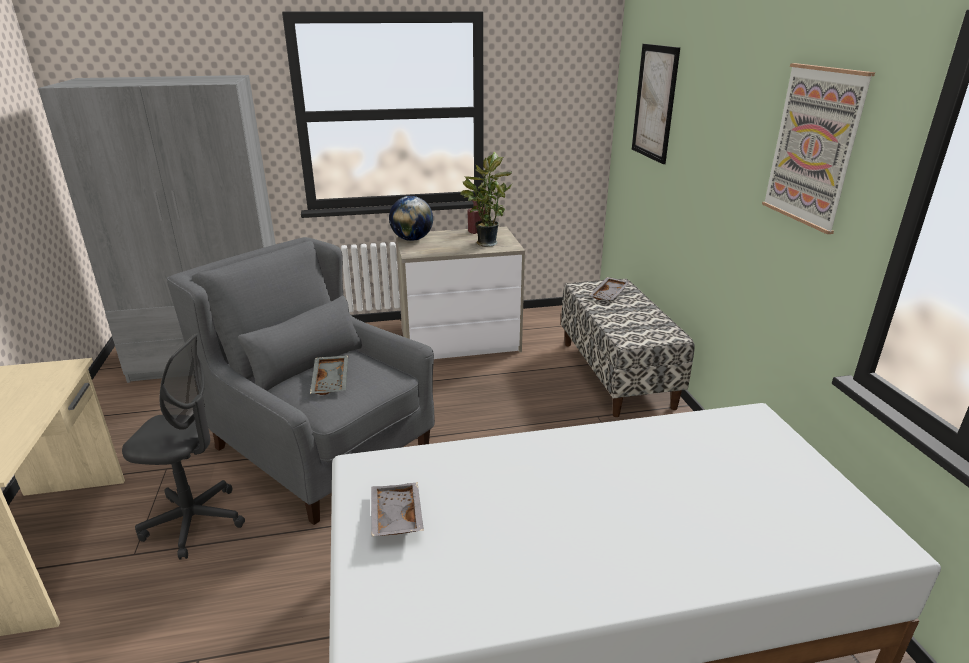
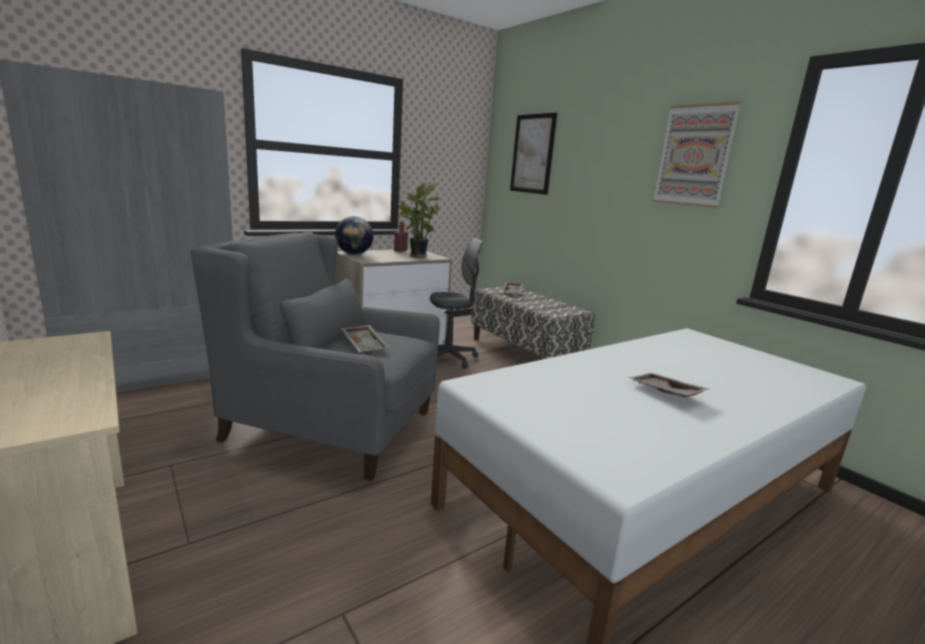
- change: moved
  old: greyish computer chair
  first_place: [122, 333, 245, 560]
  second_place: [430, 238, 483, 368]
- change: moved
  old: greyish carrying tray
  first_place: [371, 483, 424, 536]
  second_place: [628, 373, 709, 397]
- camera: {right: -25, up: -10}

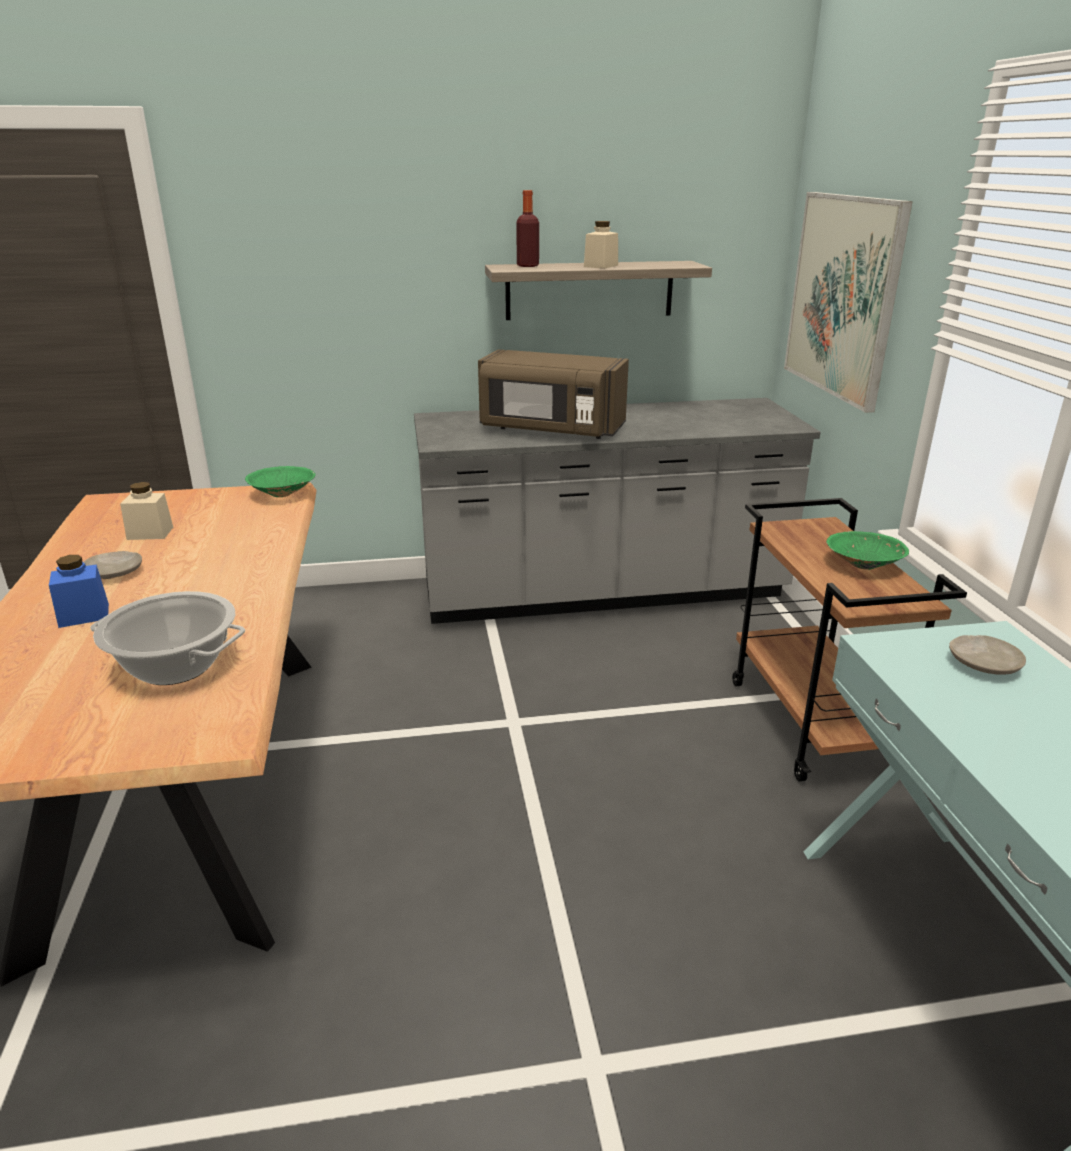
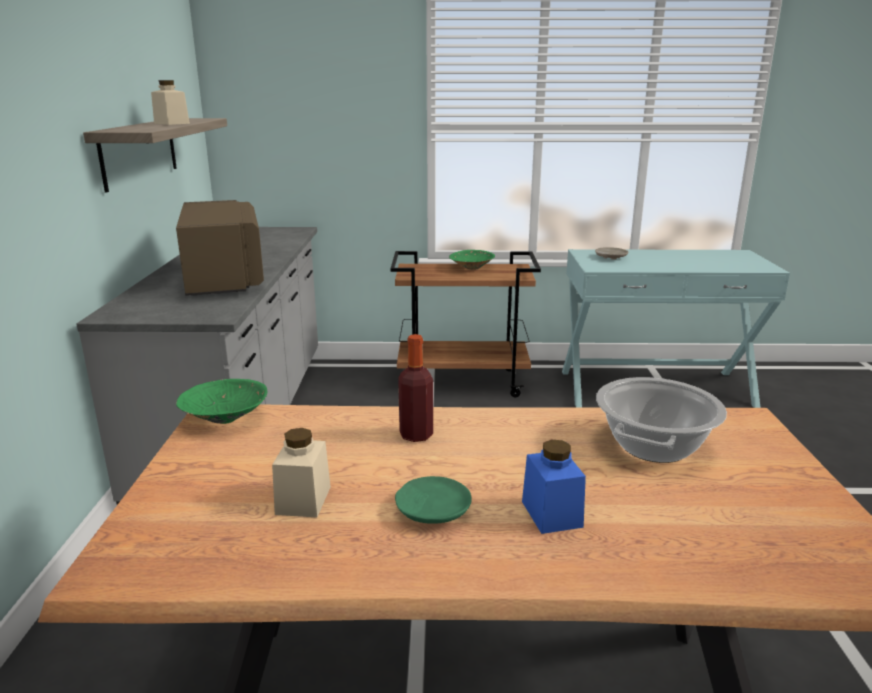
- change: recoloured
  old: beige plate
  new: greenish plate
  first_place: [84, 551, 142, 579]
  second_place: [395, 476, 472, 524]
- change: turned
  old: brownish microwave oven
  first_place: [478, 349, 629, 439]
  second_place: [176, 200, 264, 296]
  degrees: -45
- change: moved
  old: drink bottle
  first_place: [516, 190, 539, 267]
  second_place: [398, 334, 433, 442]
- change: removed
  old: wall picture
  first_place: [784, 192, 913, 413]
- camera: {right: -80, up: -5}

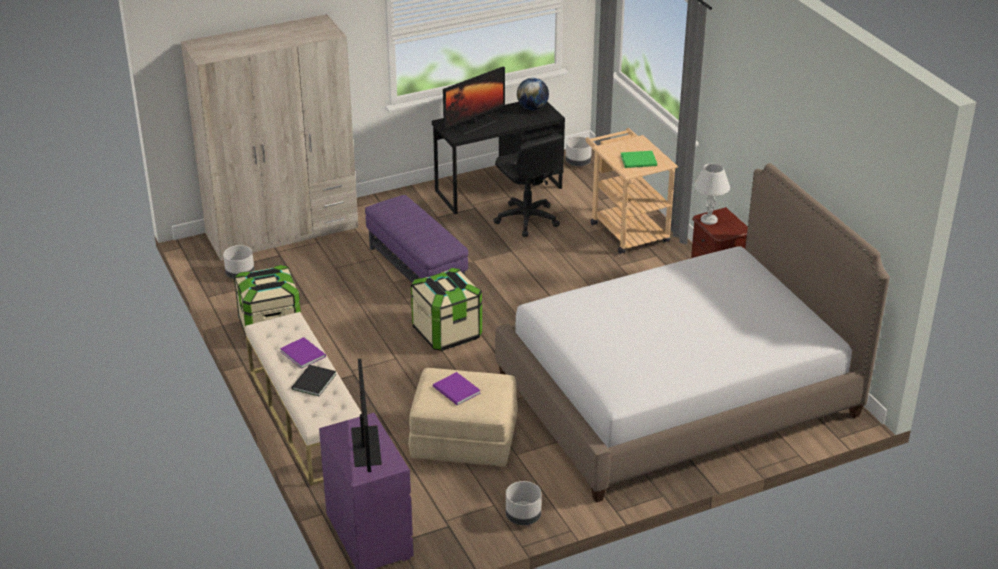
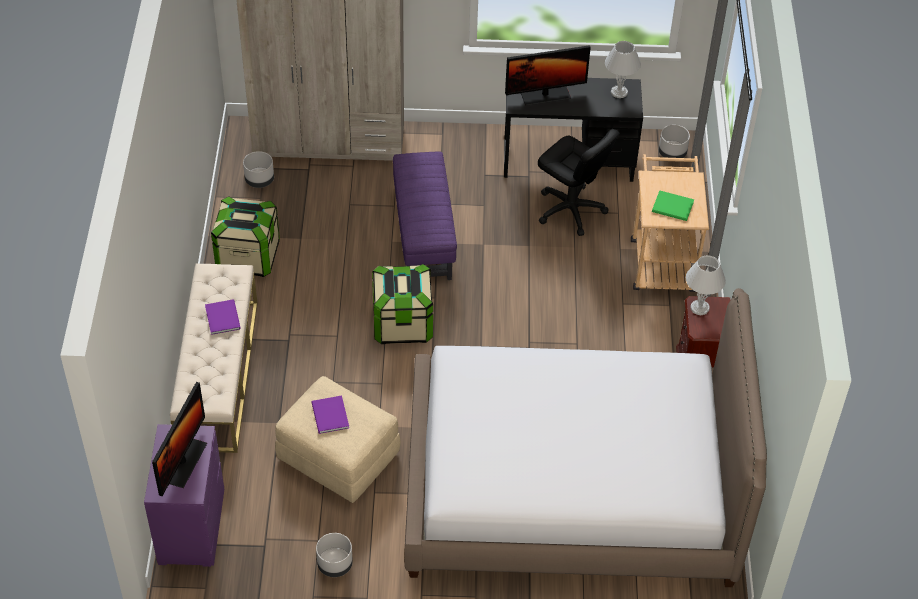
- change: removed
  old: blackish book
  first_place: [292, 365, 336, 396]
- change: turned
  old: blackish computer chair
  first_place: [494, 133, 564, 237]
  second_place: [538, 129, 620, 236]
  degrees: -45
- change: replaced
  old: globe
  new: white-coloured tabletop lamp
  first_place: [517, 78, 549, 110]
  second_place: [605, 41, 641, 98]
- camera: {right: 25, up: 15}

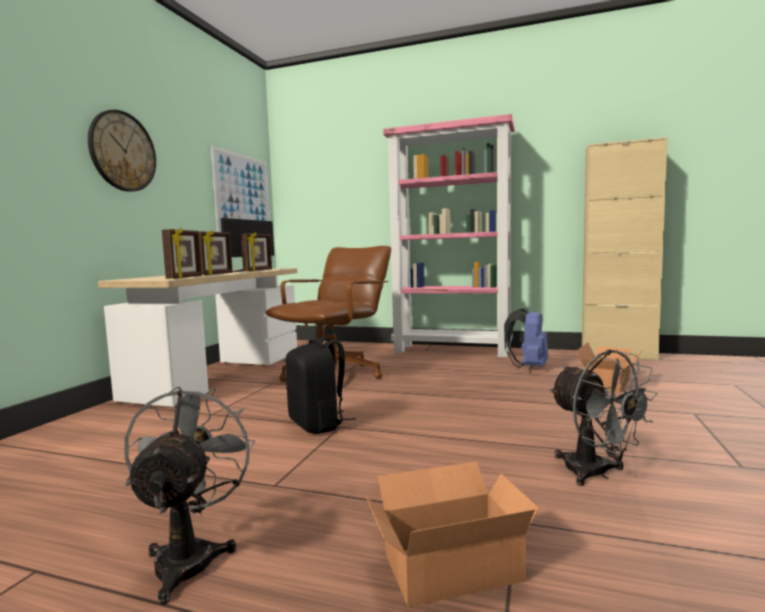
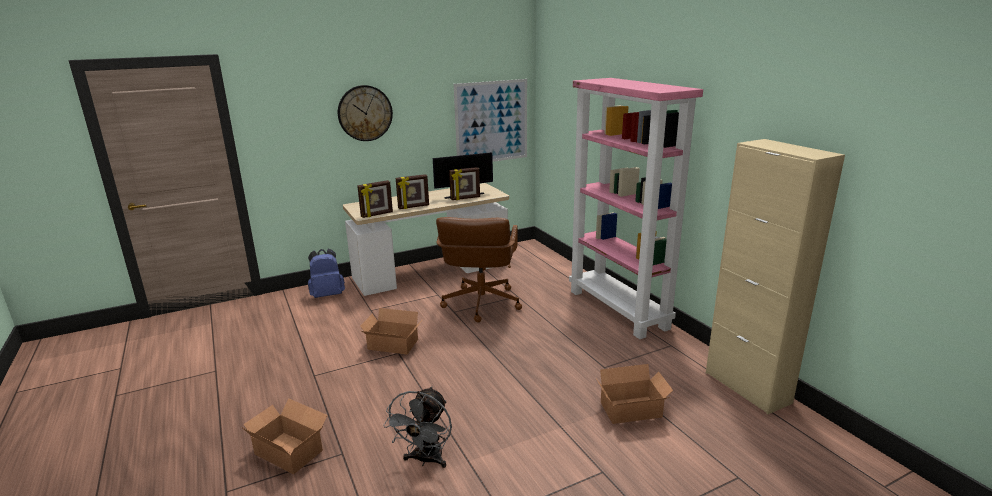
- change: removed
  old: greyish electric fan
  first_place: [124, 386, 255, 605]
- change: turned
  old: brownish computer chair
  first_place: [266, 246, 391, 382]
  second_place: [436, 217, 522, 322]
  degrees: 105
- change: replaced
  old: blackish rucksack
  new: carton
  first_place: [286, 337, 356, 434]
  second_place: [360, 308, 421, 355]
- change: moved
  old: blue-coloured rucksack
  first_place: [504, 307, 548, 368]
  second_place: [308, 249, 345, 298]
- camera: {right: 45, up: 15}

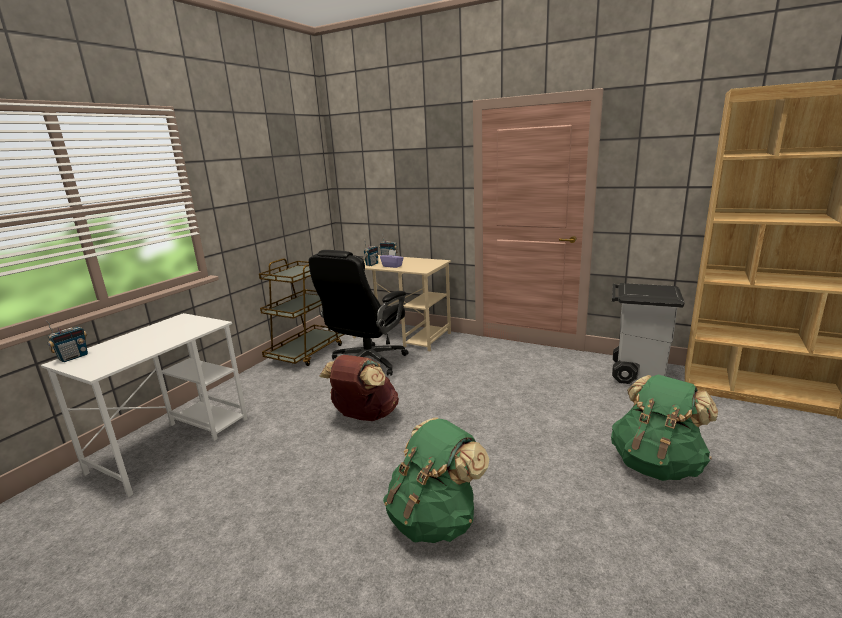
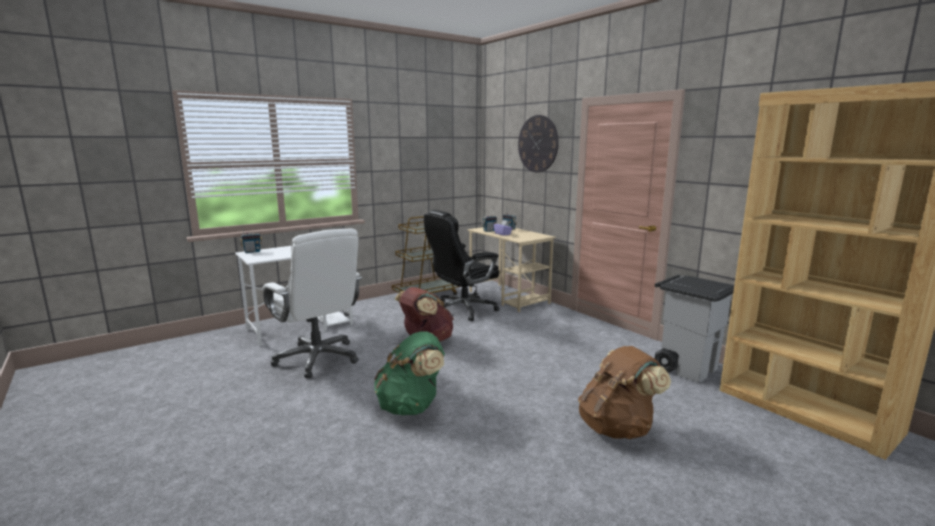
- change: recoloured
  old: greenish rucksack
  new: brownish rucksack
  first_place: [611, 374, 718, 481]
  second_place: [578, 346, 671, 439]
- change: added
  new: white-coloured computer chair
  second_place: [262, 228, 362, 378]
- change: added
  new: hanging clock
  second_place: [518, 115, 559, 172]
- camera: {right: 25, up: -5}

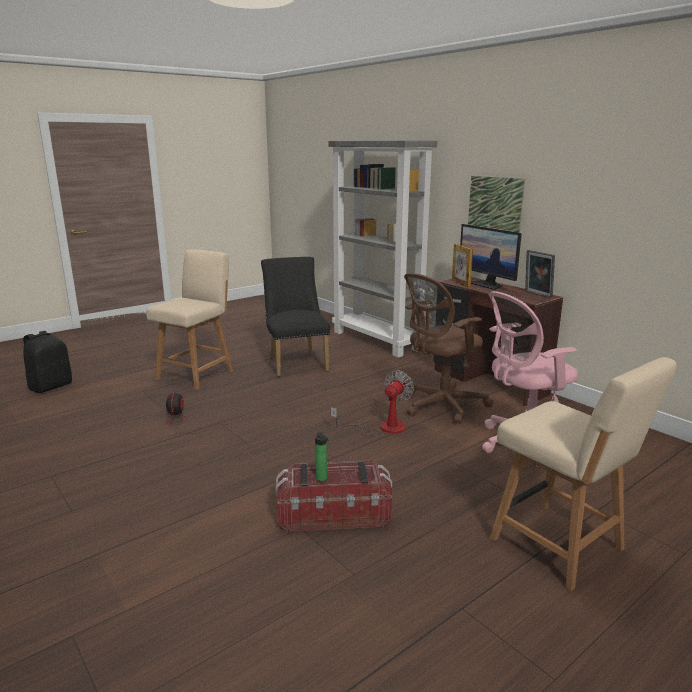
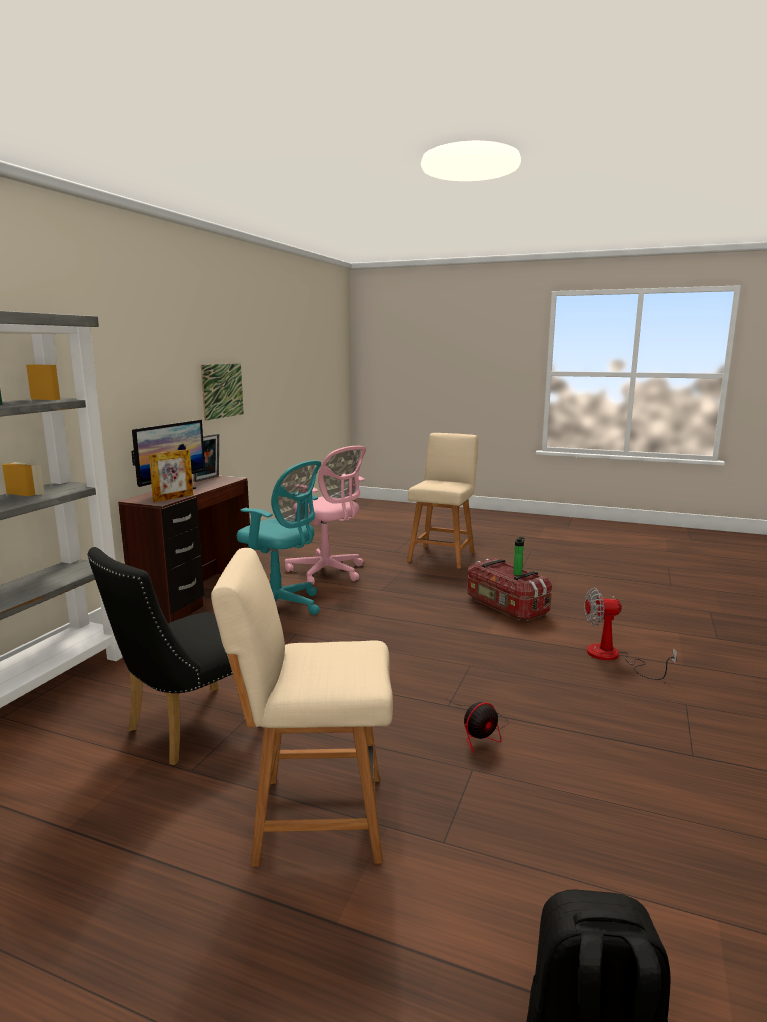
- change: moved
  old: electric fan
  first_place: [331, 370, 414, 435]
  second_place: [584, 588, 677, 680]
- change: recoloured
  old: brownish computer chair
  new: turquoise computer chair
  first_place: [404, 273, 494, 424]
  second_place: [237, 460, 321, 615]
- change: moved
  old: wall picture
  first_place: [468, 176, 525, 233]
  second_place: [201, 363, 244, 421]
- camera: {right: -120, up: -5}

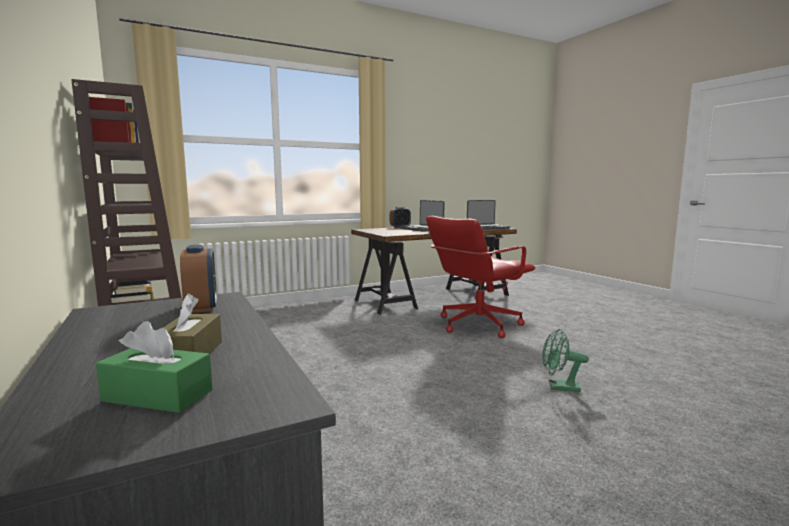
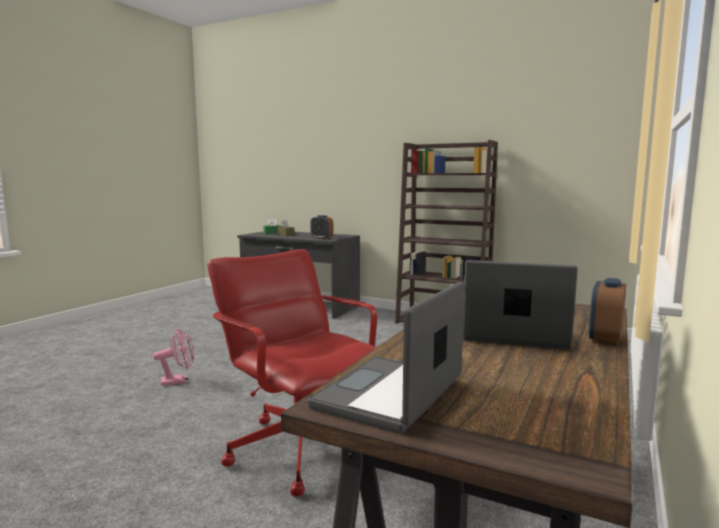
- change: turned
  old: reddish computer chair
  first_place: [426, 216, 535, 338]
  second_place: [208, 249, 377, 497]
  degrees: -60
- change: recoloured
  old: greenish electric fan
  new: pinkish electric fan
  first_place: [542, 329, 589, 392]
  second_place: [153, 329, 194, 386]
- camera: {right: 145, up: 0}

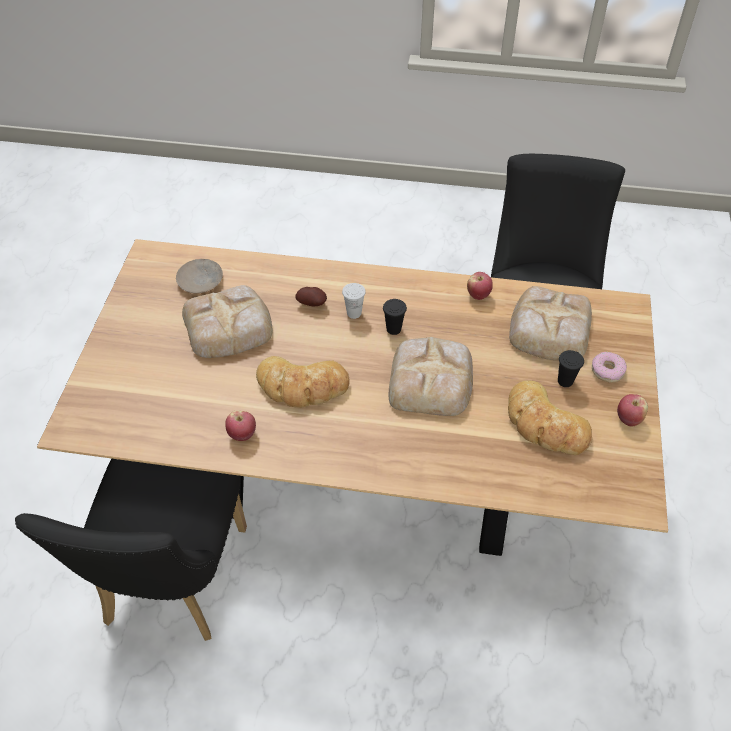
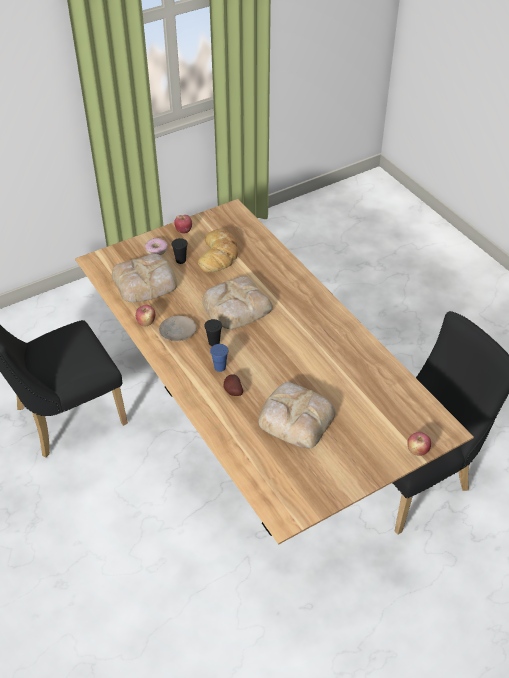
- change: moved
  old: beige plate
  first_place: [176, 259, 223, 293]
  second_place: [159, 315, 196, 341]
- change: moved
  old: apple fruit
  first_place: [225, 410, 256, 441]
  second_place: [407, 432, 431, 456]
- change: removed
  old: baked bread
  first_place: [256, 356, 350, 408]
- change: recoloured
  old: white-coloured cup
  new: blue-coloured cup
  first_place: [342, 283, 366, 319]
  second_place: [210, 344, 229, 372]
- camera: {right: -130, up: -5}

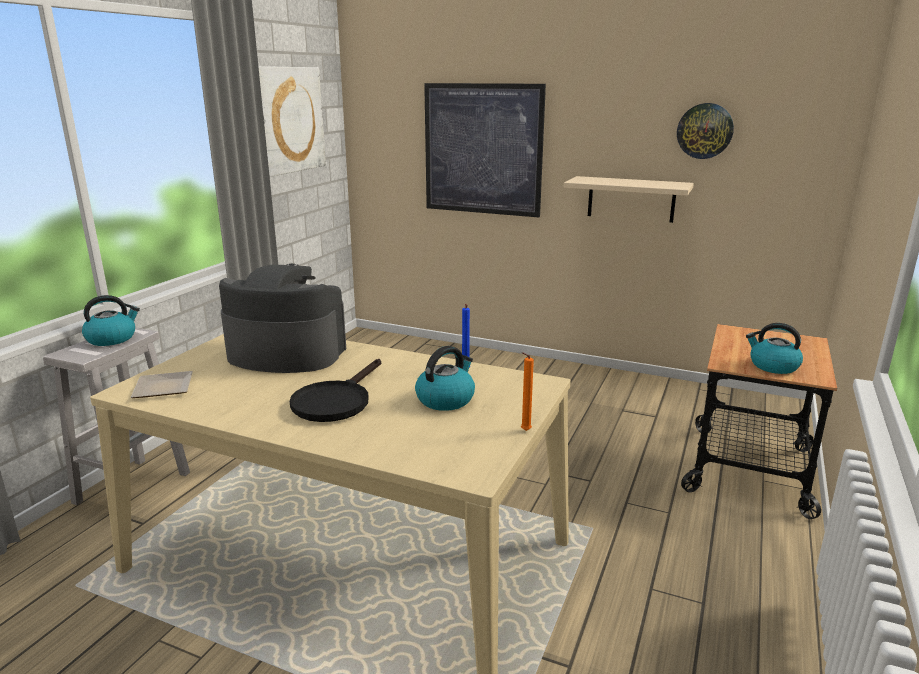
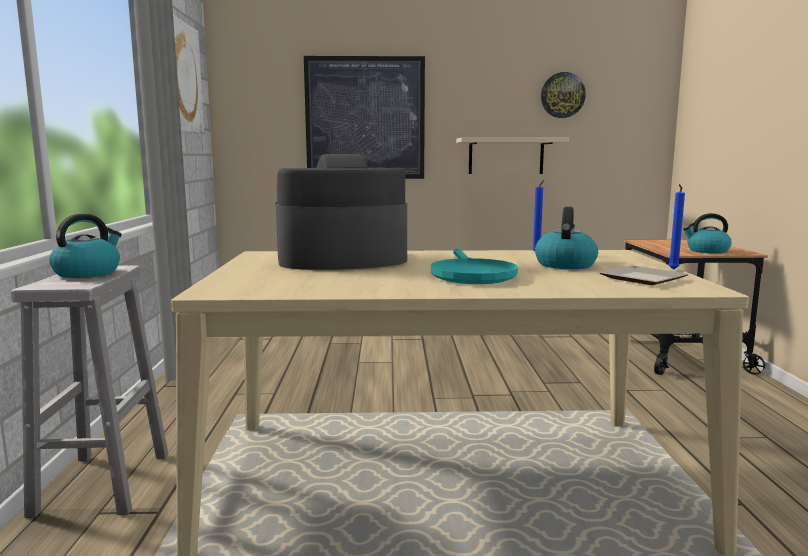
- change: moved
  old: plate
  first_place: [131, 371, 193, 398]
  second_place: [600, 266, 688, 285]
- change: recoloured
  old: blackish pan
  new: turquoise pan
  first_place: [290, 359, 381, 422]
  second_place: [431, 249, 518, 284]
- change: recoloured
  old: orange-coloured candle
  new: blue-coloured candle
  first_place: [521, 352, 534, 431]
  second_place: [668, 184, 685, 270]
- camera: {right: -25, up: -10}

